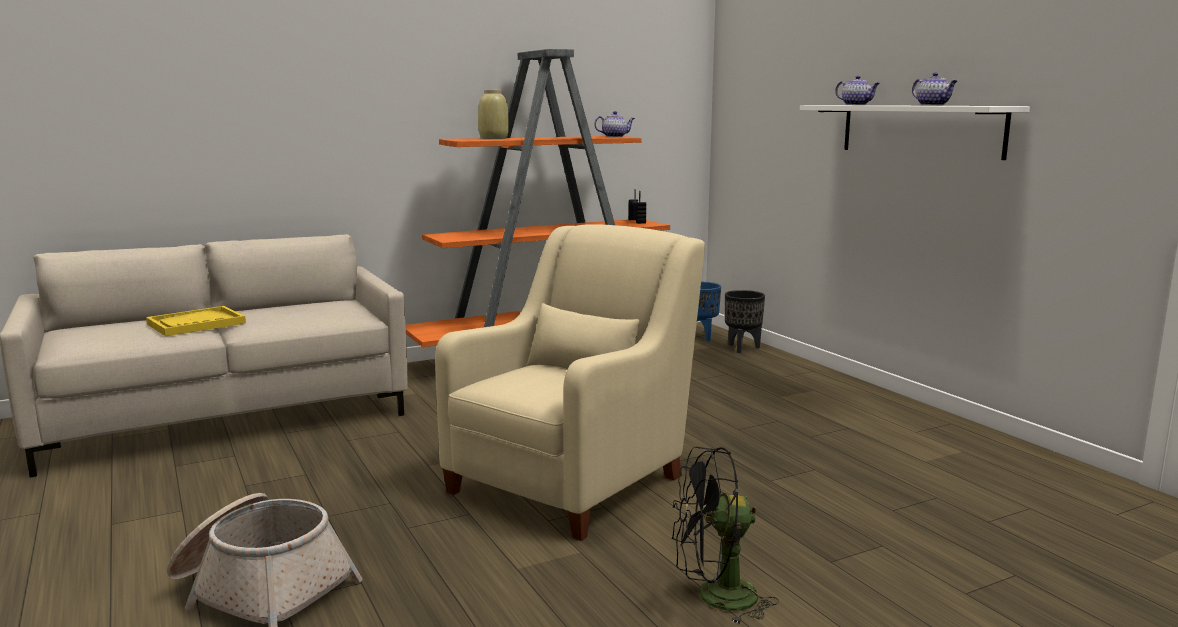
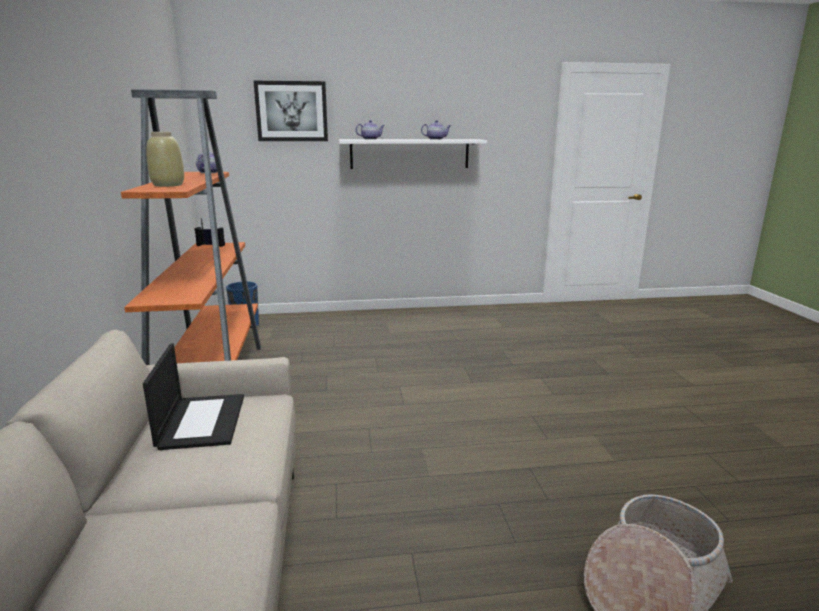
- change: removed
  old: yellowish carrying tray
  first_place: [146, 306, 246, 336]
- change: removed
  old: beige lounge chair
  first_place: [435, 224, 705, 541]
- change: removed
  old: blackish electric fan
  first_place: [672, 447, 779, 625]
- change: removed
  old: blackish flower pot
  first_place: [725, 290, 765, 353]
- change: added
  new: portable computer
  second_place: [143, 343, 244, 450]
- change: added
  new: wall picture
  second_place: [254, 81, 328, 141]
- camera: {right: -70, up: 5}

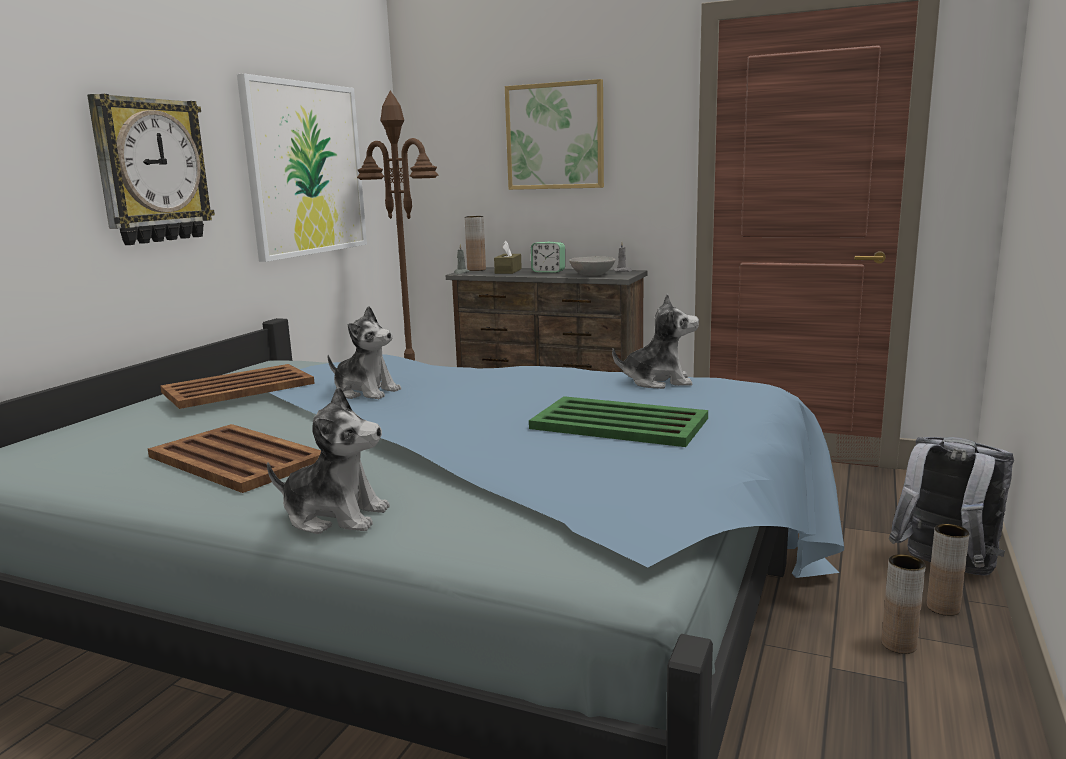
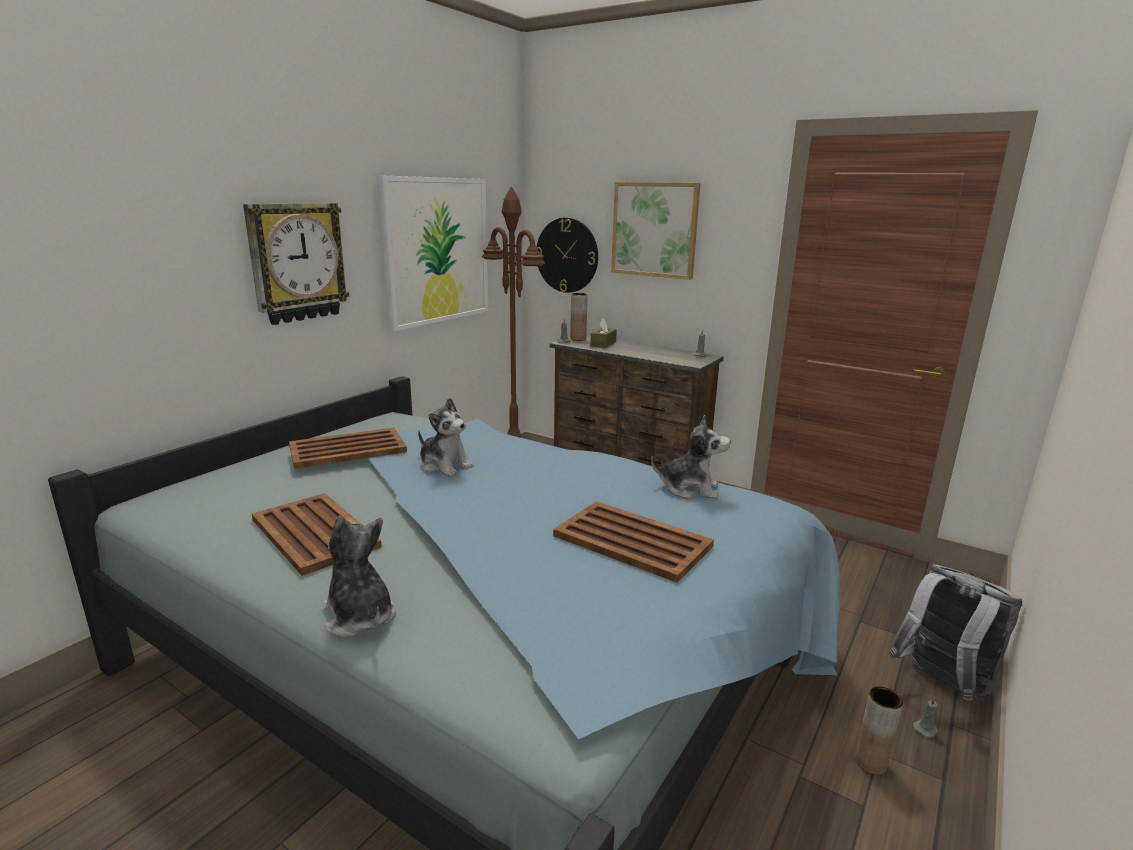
- change: turned
  old: cuddly toy
  first_place: [267, 386, 390, 534]
  second_place: [323, 516, 396, 637]
  degrees: -150
- change: recoloured
  old: greenish carrying tray
  new: brownish carrying tray
  first_place: [529, 396, 708, 447]
  second_place: [553, 501, 714, 583]
- change: removed
  old: bedside clock
  first_place: [531, 242, 565, 273]
- change: removed
  old: greyish deep dish
  first_place: [569, 256, 616, 276]
- change: replaced
  old: brownish flower vase
  new: greyish candle
  first_place: [927, 524, 969, 616]
  second_place: [913, 696, 939, 738]
- change: added
  new: hanging clock
  second_place: [537, 218, 598, 293]
- camera: {right: 10, up: 5}

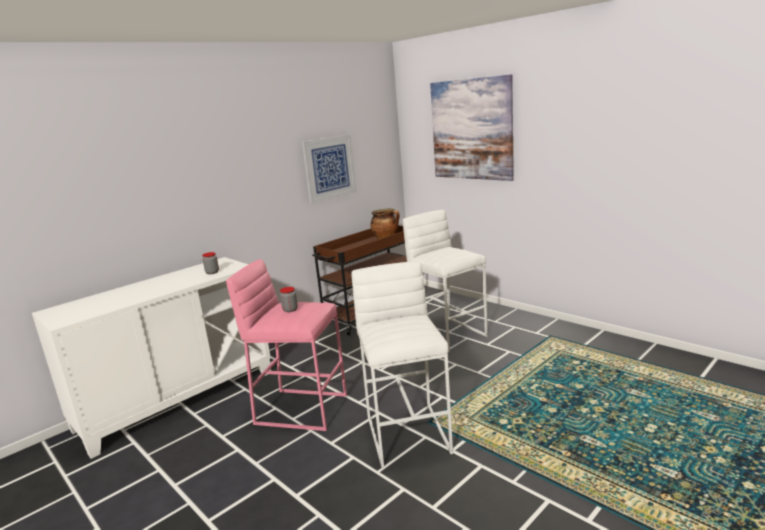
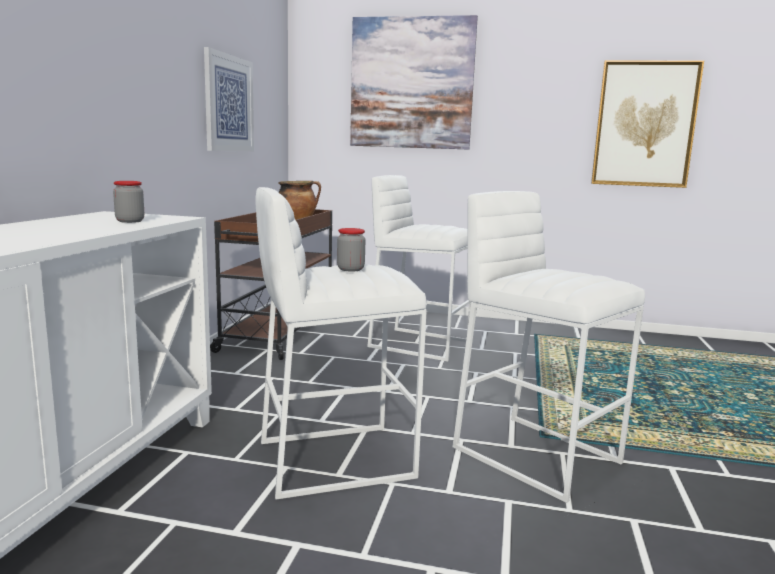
- change: recoloured
  old: pinkish stool
  new: white-coloured stool
  first_place: [226, 259, 347, 431]
  second_place: [255, 187, 427, 500]
- change: added
  new: wall picture
  second_place: [591, 60, 704, 188]
- camera: {right: -35, up: -5}

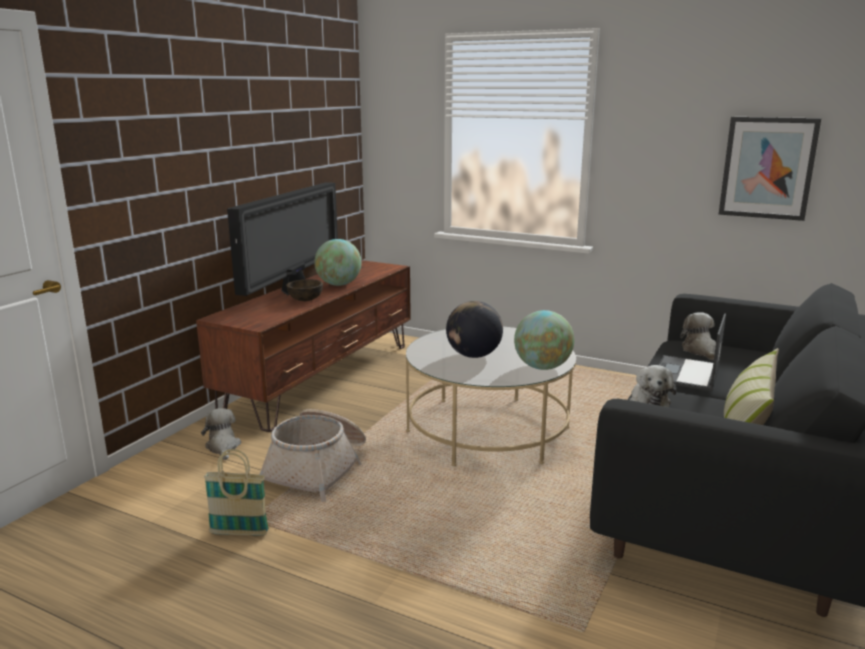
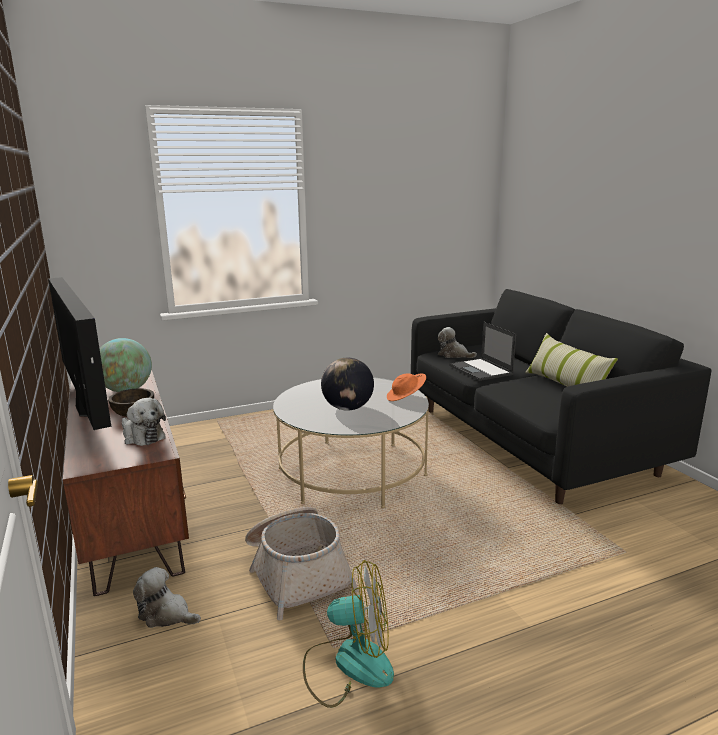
- change: replaced
  old: basket
  new: electric fan
  first_place: [204, 449, 269, 535]
  second_place: [303, 560, 394, 708]
- change: replaced
  old: globe
  new: orange-coloured wearable hat
  first_place: [514, 310, 574, 370]
  second_place: [387, 374, 426, 401]
- change: moved
  old: cuddly toy
  first_place: [630, 365, 677, 407]
  second_place: [122, 398, 166, 446]
- change: removed
  old: wall picture
  first_place: [719, 117, 821, 221]
- camera: {right: -50, up: 0}

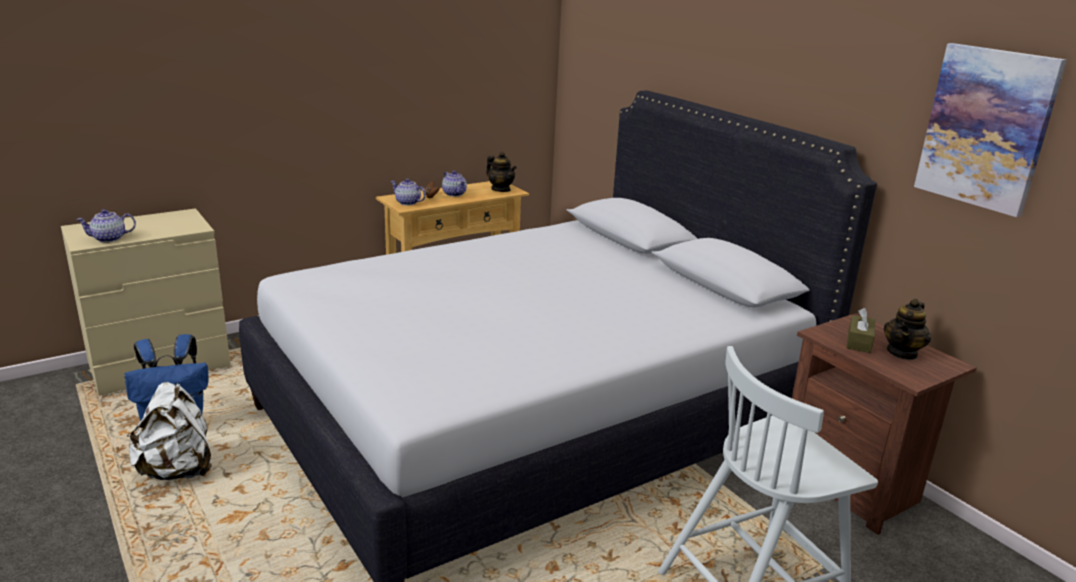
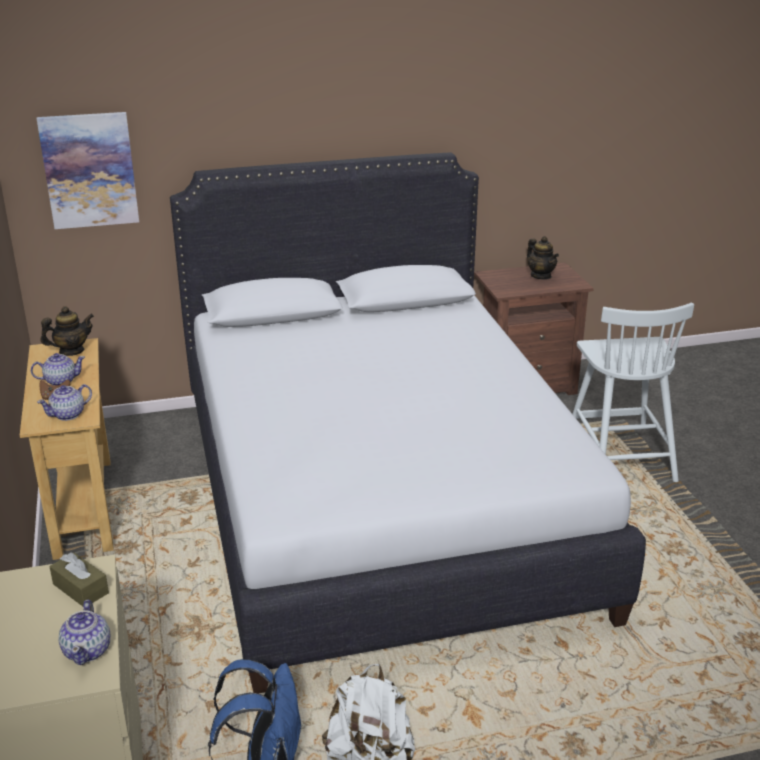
- change: moved
  old: brownish box of tissues
  first_place: [846, 308, 876, 353]
  second_place: [50, 552, 109, 607]
- change: moved
  old: wall picture
  first_place: [914, 43, 1067, 217]
  second_place: [37, 112, 139, 229]
- camera: {right: -70, up: 5}

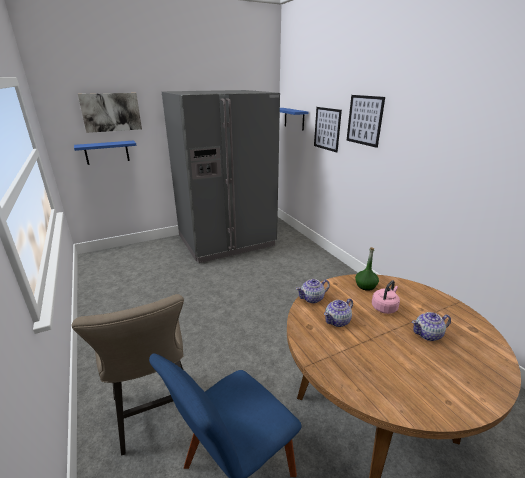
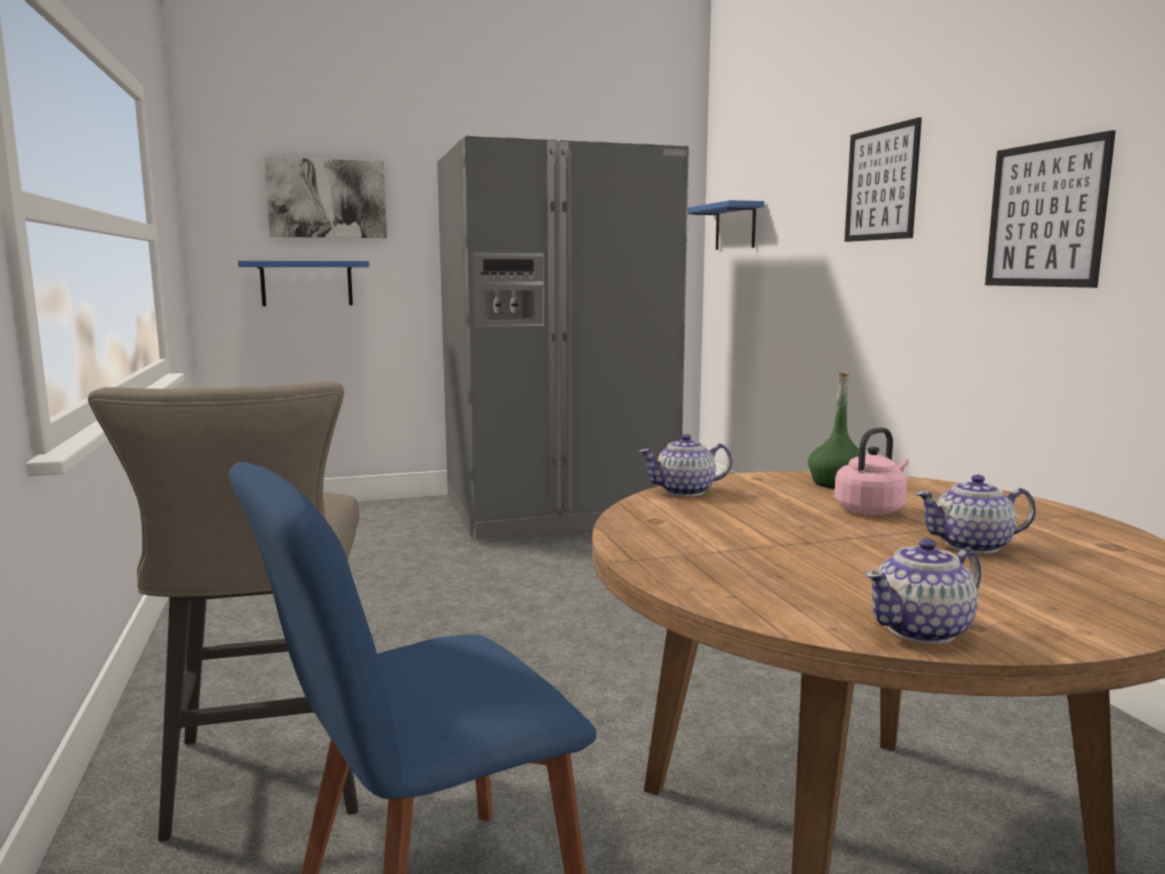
- change: moved
  old: wall picture
  first_place: [314, 107, 342, 153]
  second_place: [985, 130, 1116, 288]
- change: moved
  old: teapot
  first_place: [324, 298, 353, 327]
  second_place: [865, 538, 981, 644]
- camera: {right: 10, up: -15}

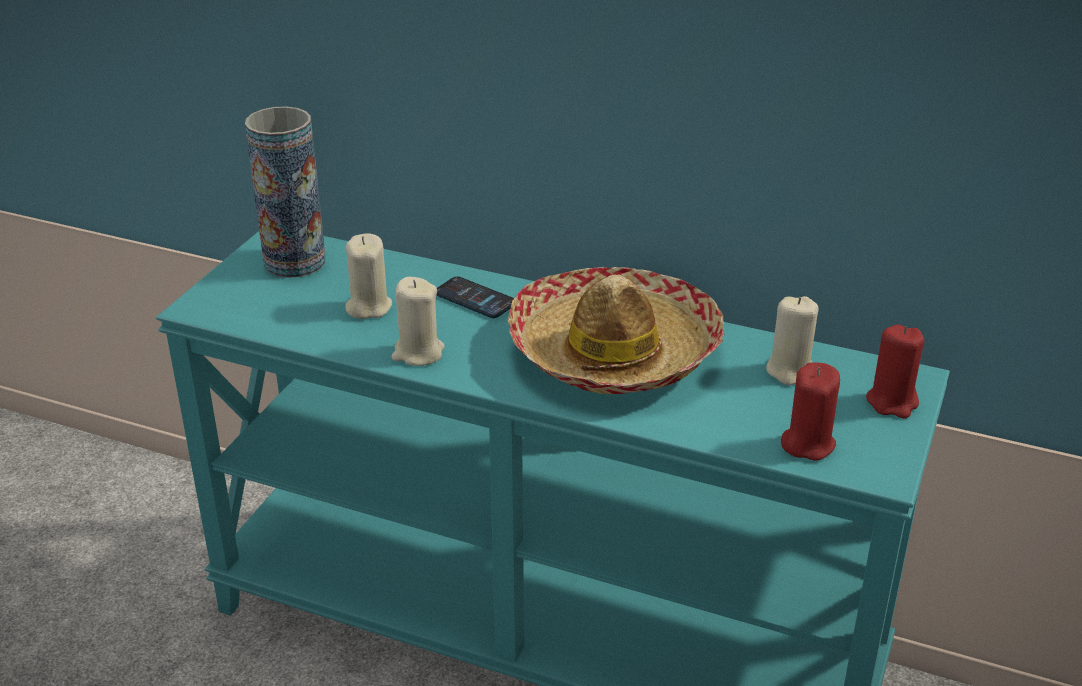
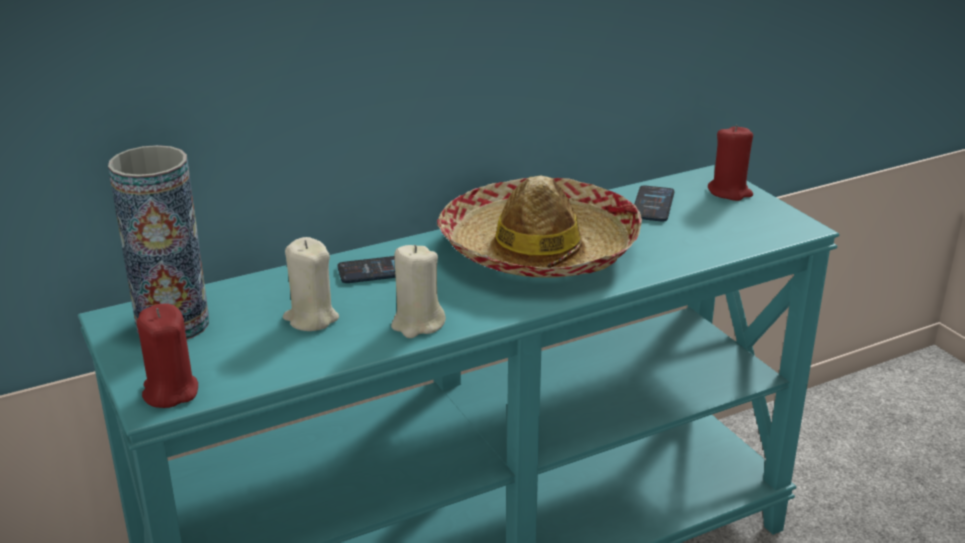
- change: replaced
  old: beige candle
  new: handset
  first_place: [766, 296, 818, 385]
  second_place: [634, 186, 674, 222]
- change: moved
  old: reddish candle
  first_place: [781, 362, 840, 461]
  second_place: [137, 304, 198, 408]
- camera: {right: -50, up: -5}

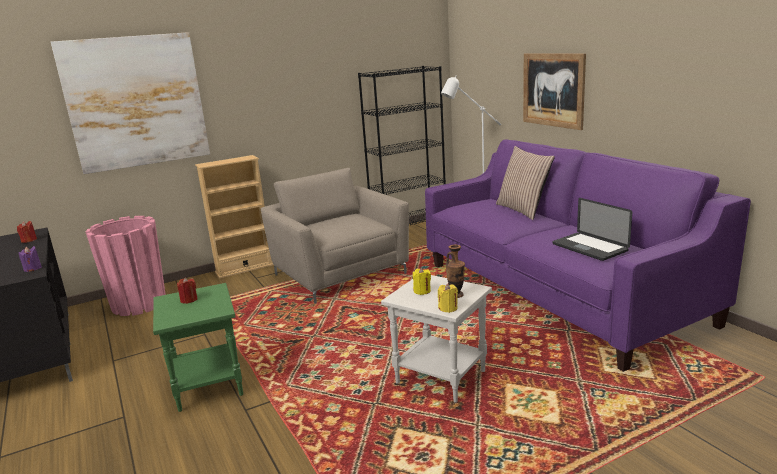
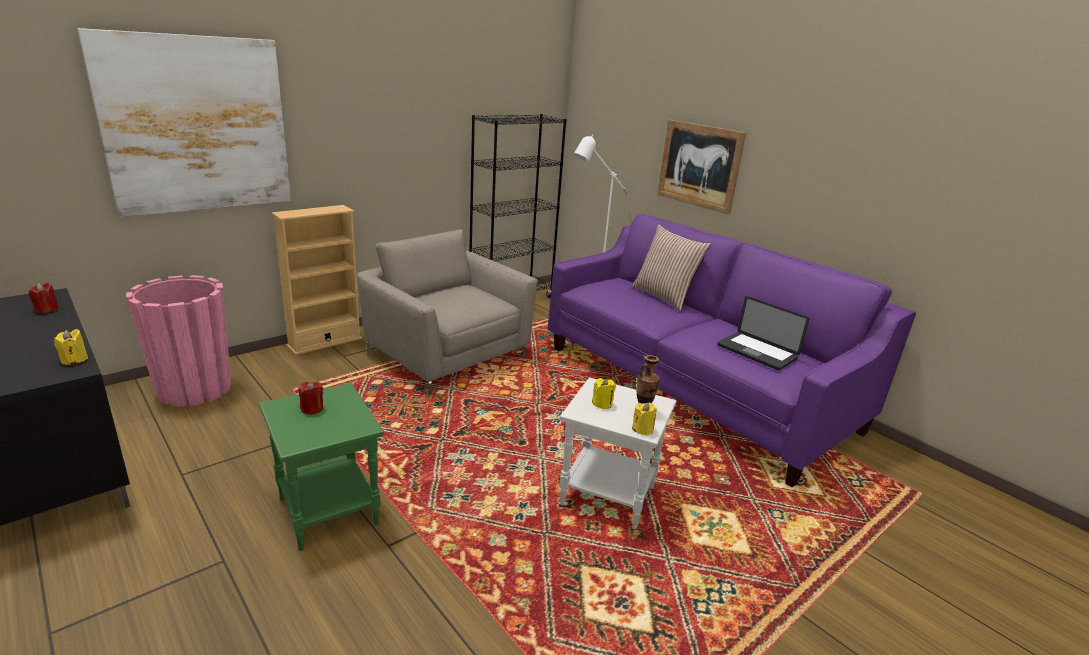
- change: recoloured
  old: purple candle
  new: yellowish candle
  first_place: [19, 246, 42, 272]
  second_place: [54, 329, 88, 365]
- camera: {right: -15, up: 5}

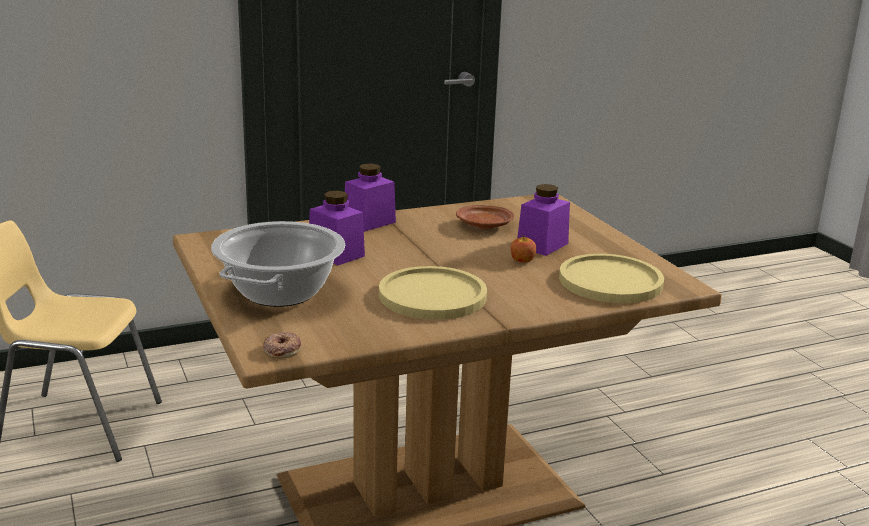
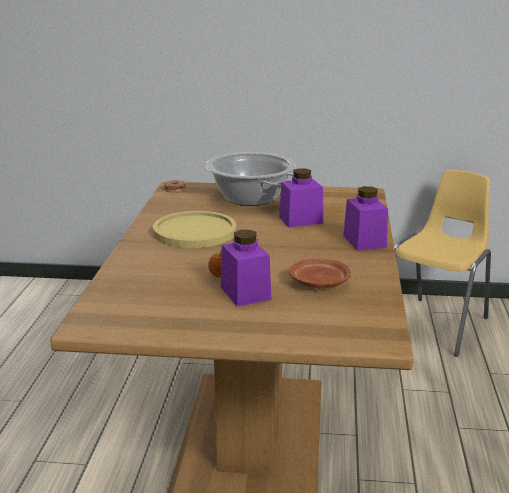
- change: removed
  old: yellowish plate
  first_place: [559, 254, 664, 303]
- camera: {right: 120, up: 0}

